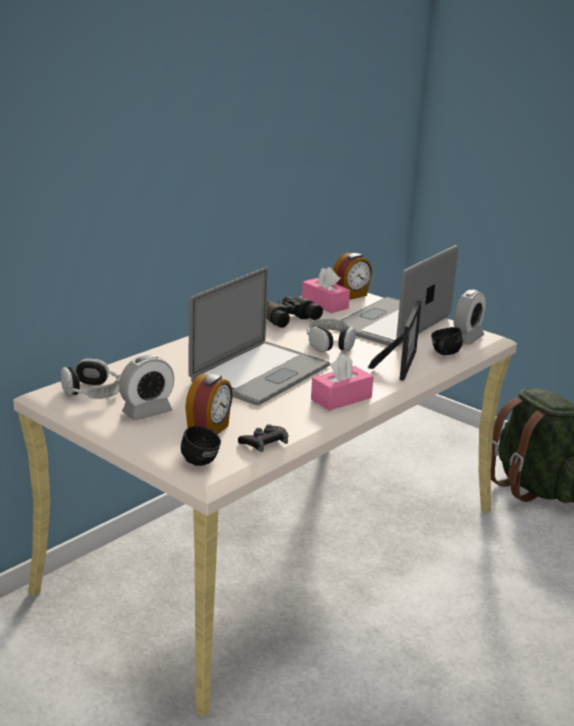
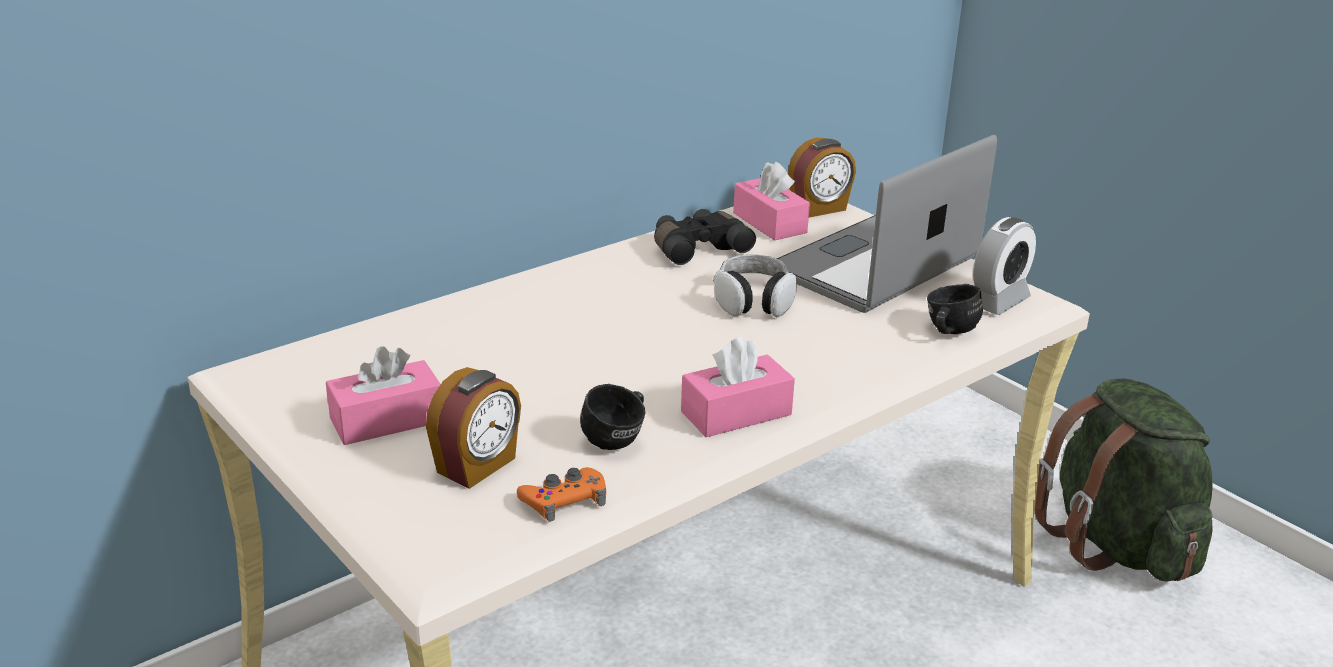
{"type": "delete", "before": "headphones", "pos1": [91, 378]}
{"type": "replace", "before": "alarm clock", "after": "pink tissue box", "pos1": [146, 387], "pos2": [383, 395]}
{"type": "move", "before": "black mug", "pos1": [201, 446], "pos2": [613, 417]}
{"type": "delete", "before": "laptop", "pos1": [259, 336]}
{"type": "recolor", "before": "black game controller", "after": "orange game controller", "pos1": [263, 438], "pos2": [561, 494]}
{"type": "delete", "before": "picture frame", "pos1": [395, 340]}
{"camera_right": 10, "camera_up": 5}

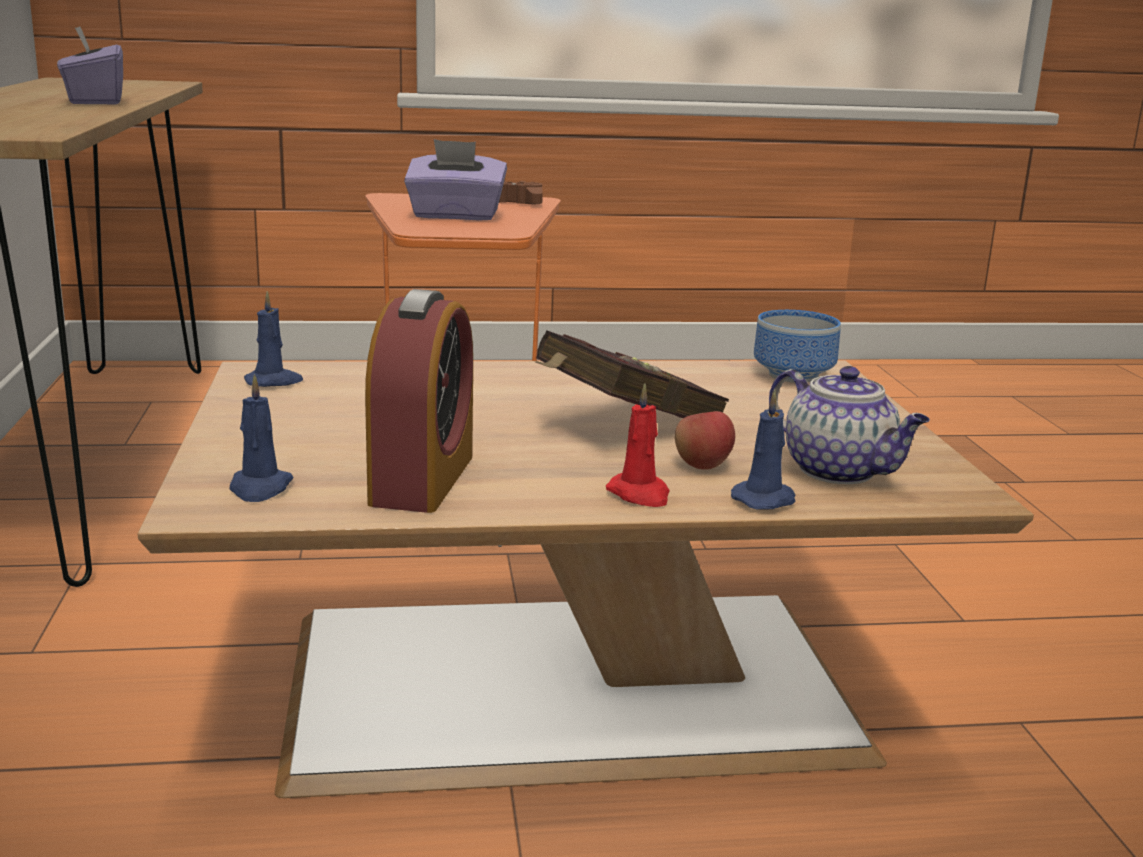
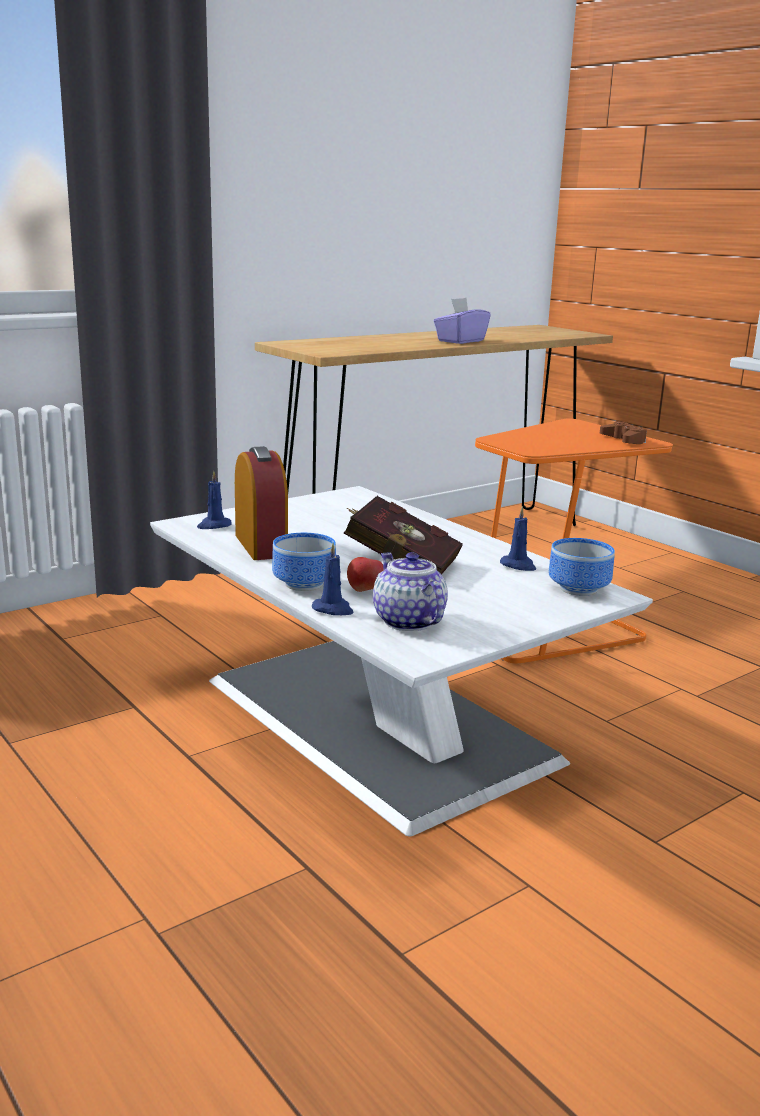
{"type": "recolor", "before": "brown coffee table", "after": "white coffee table", "pos1": [586, 579], "pos2": [401, 661]}
{"type": "move", "before": "blue candle", "pos1": [273, 339], "pos2": [518, 538]}
{"type": "rotate", "before": "alarm clock", "pos1": [419, 401], "pos2": [261, 503], "turn": -90}
{"type": "delete", "before": "purple tissue box", "pos1": [455, 180]}
{"type": "replace", "before": "red candle", "after": "bowl", "pos1": [638, 445], "pos2": [304, 562]}
{"type": "rotate", "before": "teapot", "pos1": [849, 425], "pos2": [410, 591], "turn": 135}
{"camera_right": 60, "camera_up": 0}

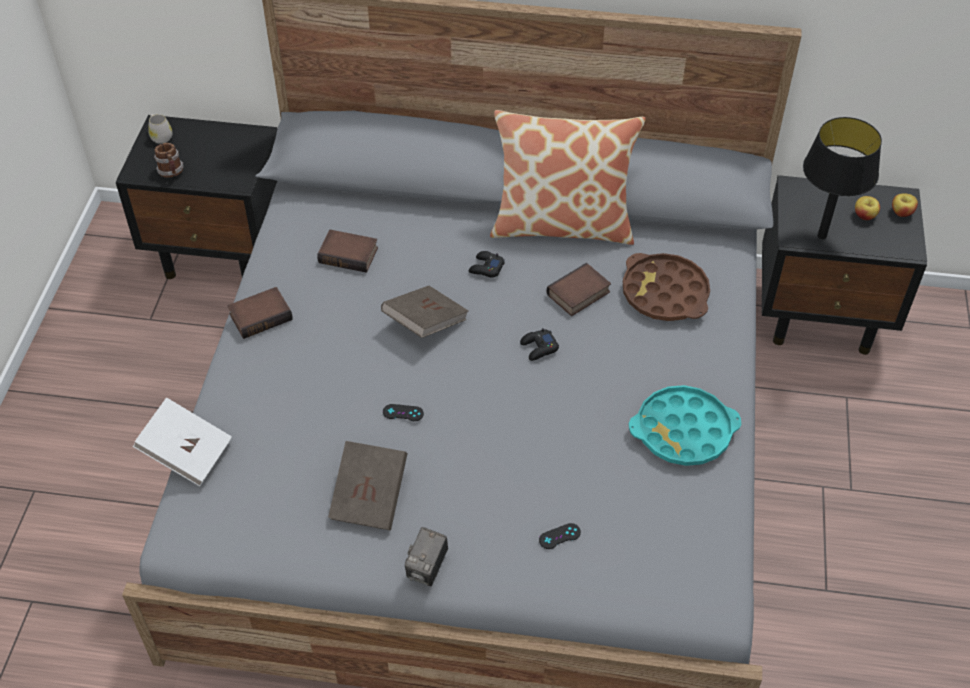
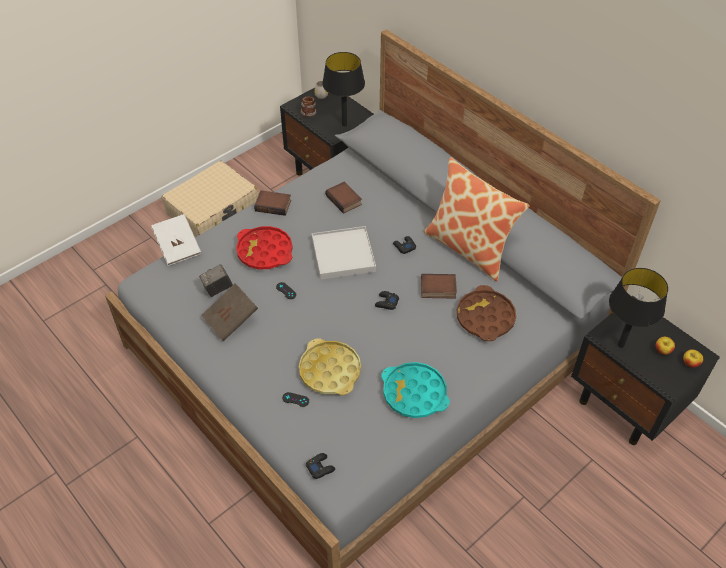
{"type": "replace", "before": "brown book", "after": "white tray", "pos1": [425, 312], "pos2": [344, 253]}
{"type": "move", "before": "photo camera", "pos1": [426, 556], "pos2": [216, 280]}
{"type": "insert", "after": "beige suitcase", "pos2": [210, 199]}
{"type": "insert", "after": "red tray", "pos2": [264, 248]}
{"type": "insert", "after": "yellow tray", "pos2": [330, 367]}
{"type": "insert", "after": "black game controller", "pos2": [320, 466]}
{"type": "insert", "after": "black table lamp", "pos2": [343, 89]}
{"camera_right": 40, "camera_up": 0}

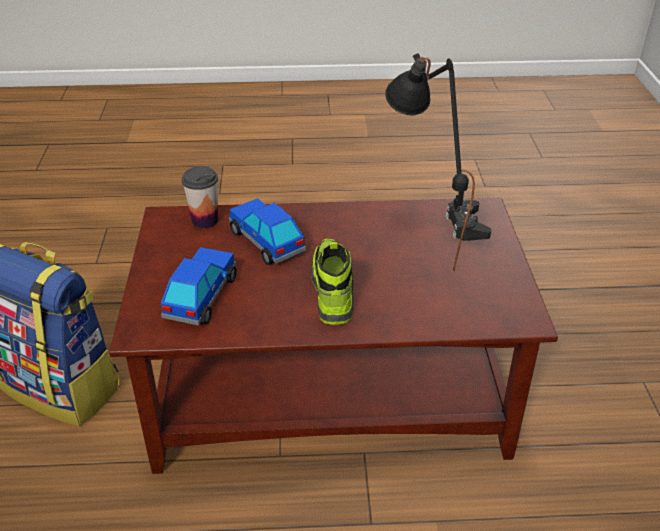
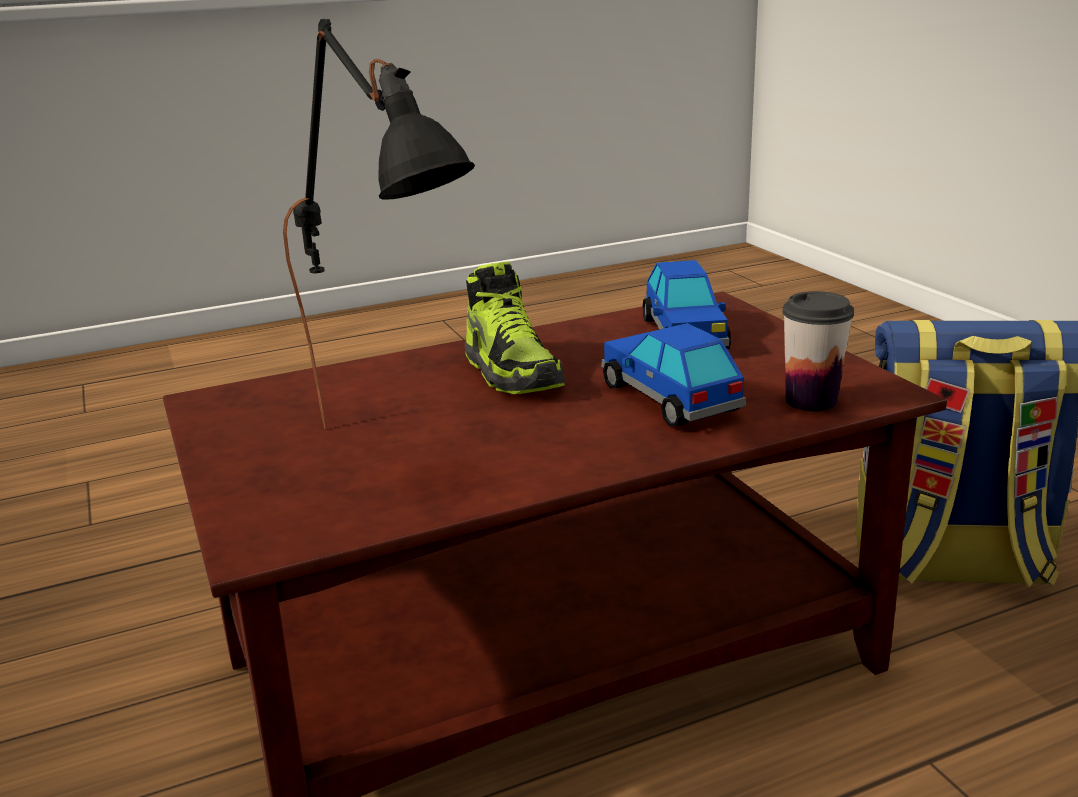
{"type": "rotate", "before": "toy car", "pos1": [267, 231], "pos2": [673, 375], "turn": -150}
{"type": "delete", "before": "black game controller", "pos1": [468, 220]}
{"camera_right": 160, "camera_up": -15}

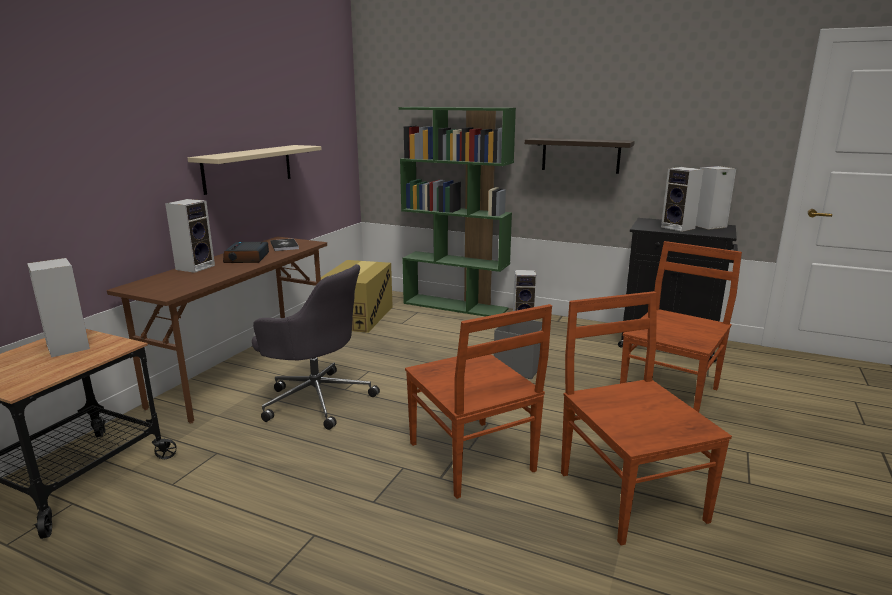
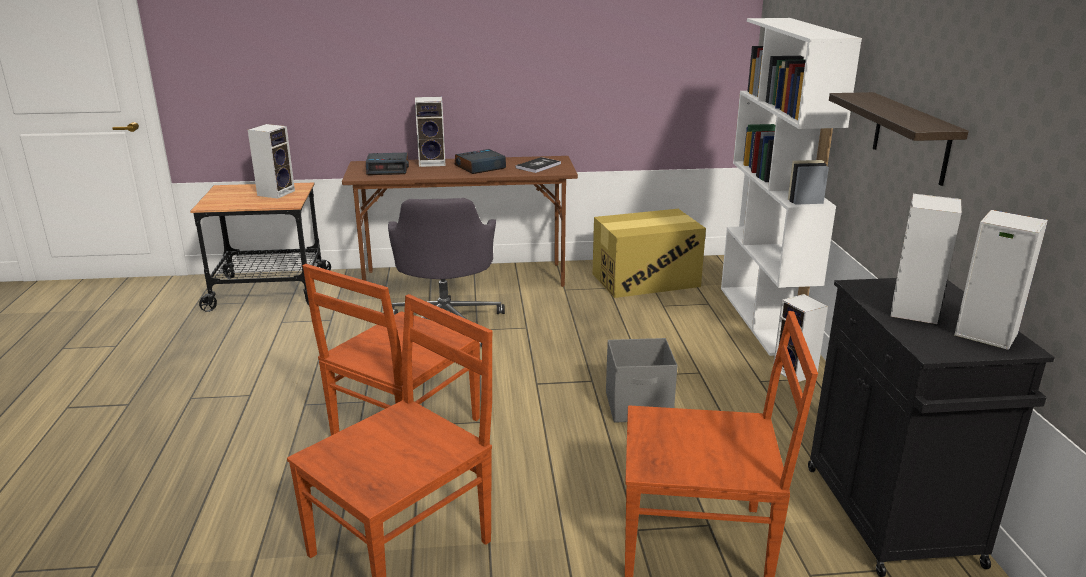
{"type": "delete", "before": "beige shelf", "pos1": [255, 170]}
{"type": "recolor", "before": "green bookcase", "after": "white bookcase", "pos1": [457, 212], "pos2": [791, 187]}
{"type": "insert", "after": "alarm clock", "pos2": [387, 164]}
{"camera_right": 60, "camera_up": 5}

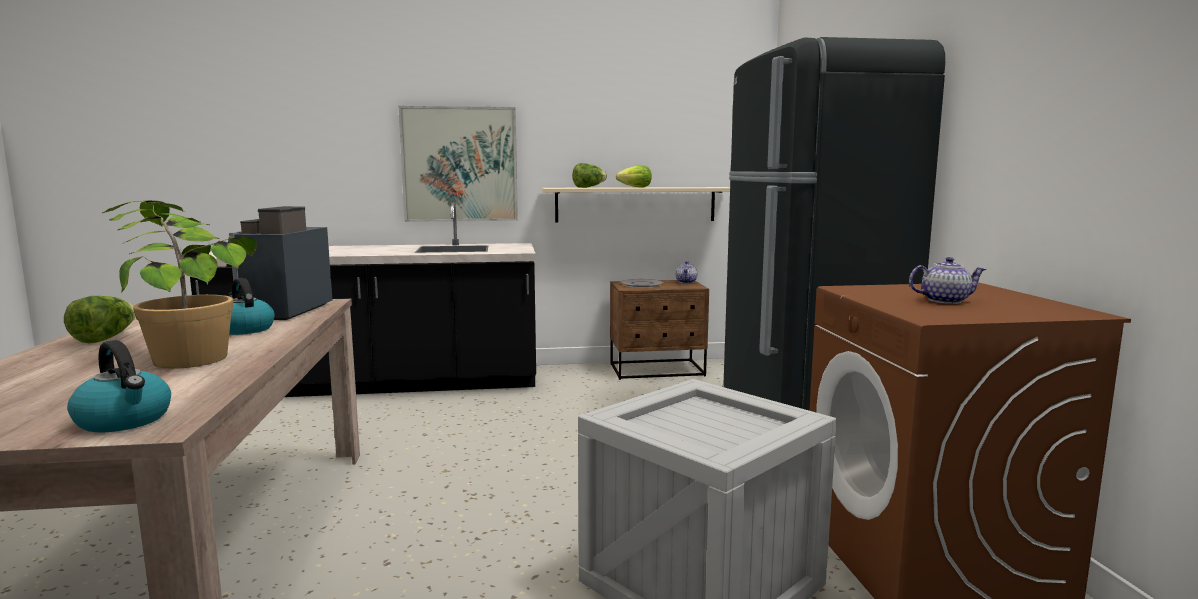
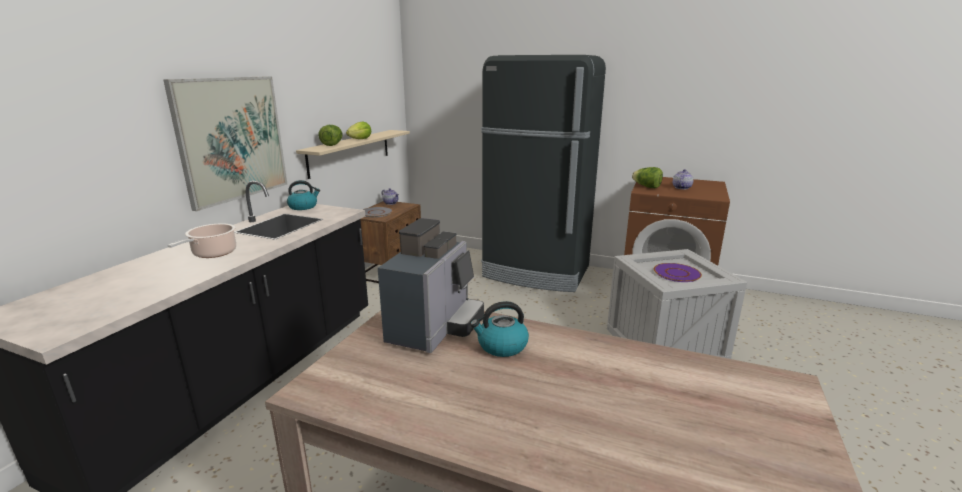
{"type": "move", "before": "lettuce", "pos1": [100, 319], "pos2": [647, 177]}
{"type": "move", "before": "kettle", "pos1": [119, 386], "pos2": [303, 195]}
{"type": "delete", "before": "potted plant", "pos1": [179, 285]}
{"type": "rotate", "before": "coffee machine", "pos1": [279, 263], "pos2": [431, 285], "turn": -105}
{"type": "insert", "after": "cooking pot", "pos2": [201, 240]}
{"type": "insert", "after": "purple plate", "pos2": [678, 272]}
{"camera_right": -60, "camera_up": 10}

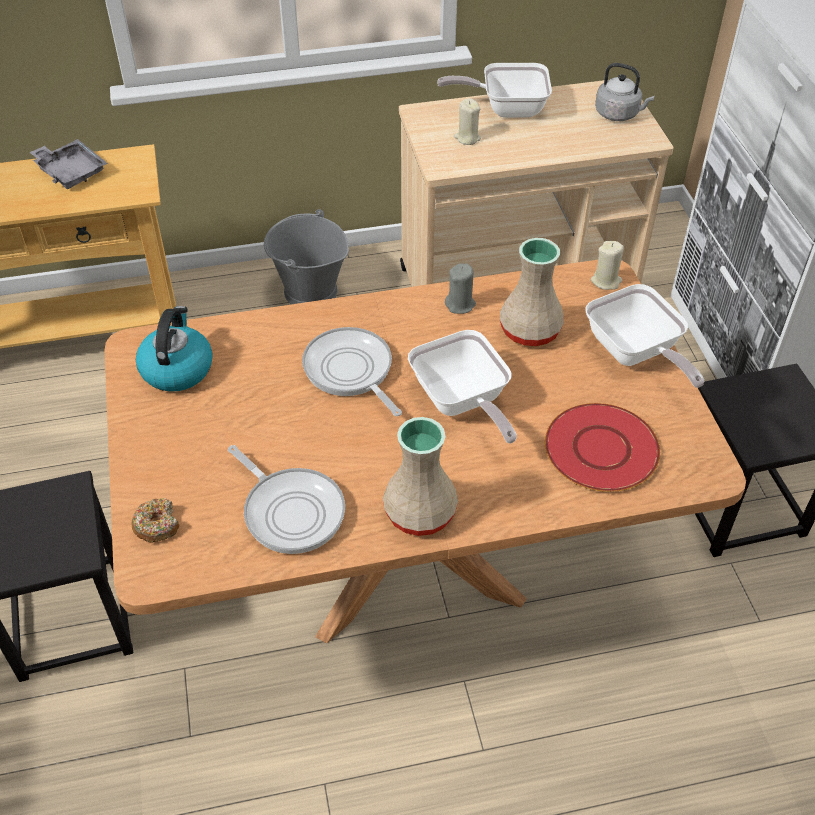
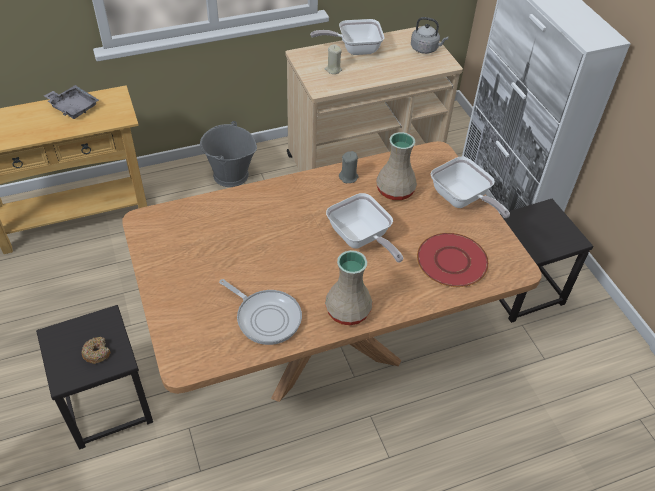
{"type": "move", "before": "donut", "pos1": [155, 520], "pos2": [95, 350]}
{"type": "delete", "before": "kettle", "pos1": [174, 349]}
{"type": "delete", "before": "frying pan", "pos1": [352, 371]}
{"type": "delete", "before": "beige candle", "pos1": [607, 265]}
{"camera_right": -10, "camera_up": 0}

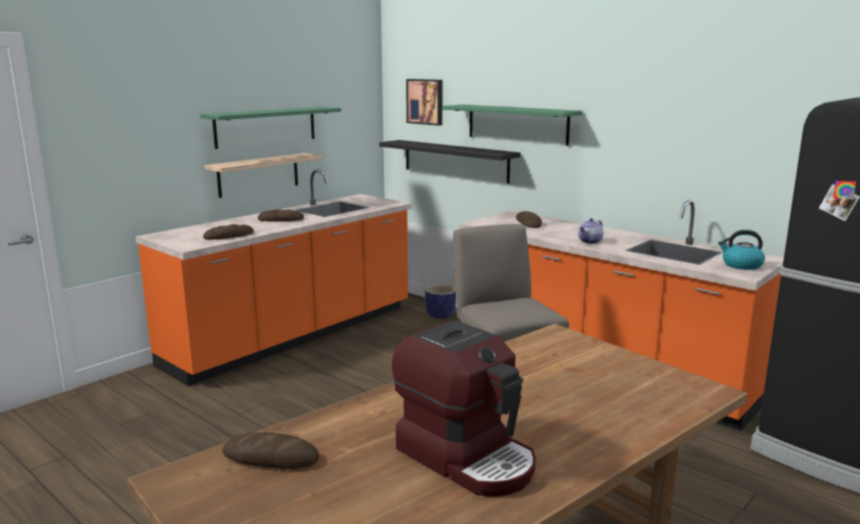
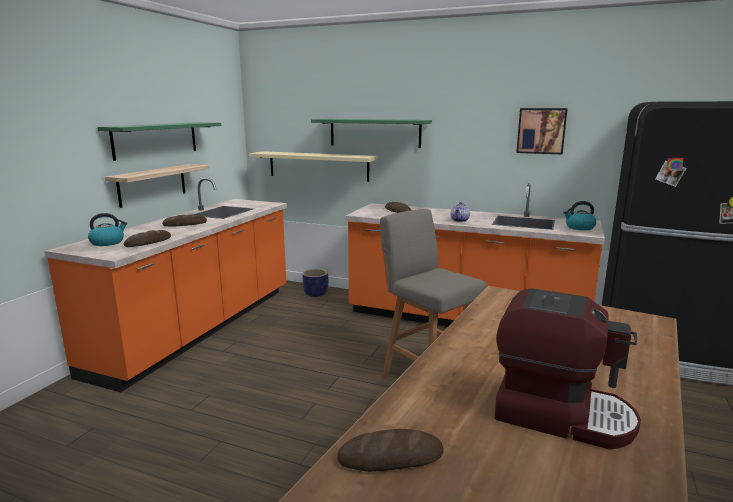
{"type": "recolor", "before": "black shelf", "after": "beige shelf", "pos1": [449, 162], "pos2": [313, 166]}
{"type": "move", "before": "picture", "pos1": [424, 102], "pos2": [542, 131]}
{"type": "insert", "after": "kettle", "pos2": [107, 229]}
{"camera_right": -20, "camera_up": 0}

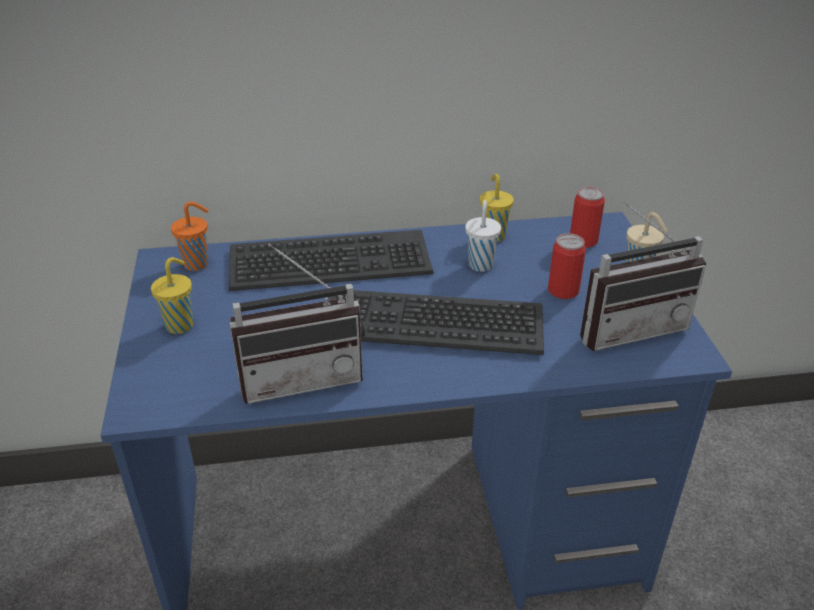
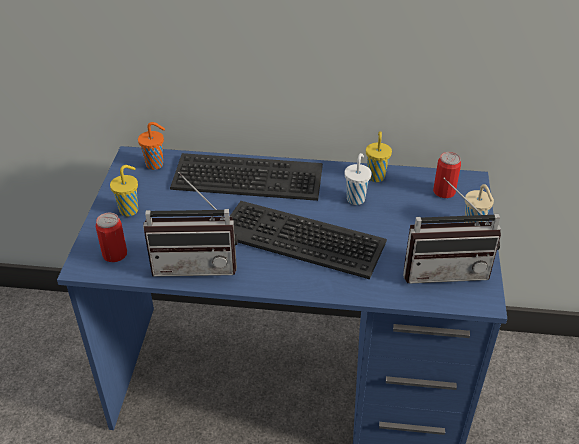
{"type": "move", "before": "can", "pos1": [567, 266], "pos2": [111, 237]}
{"camera_right": 15, "camera_up": 5}

